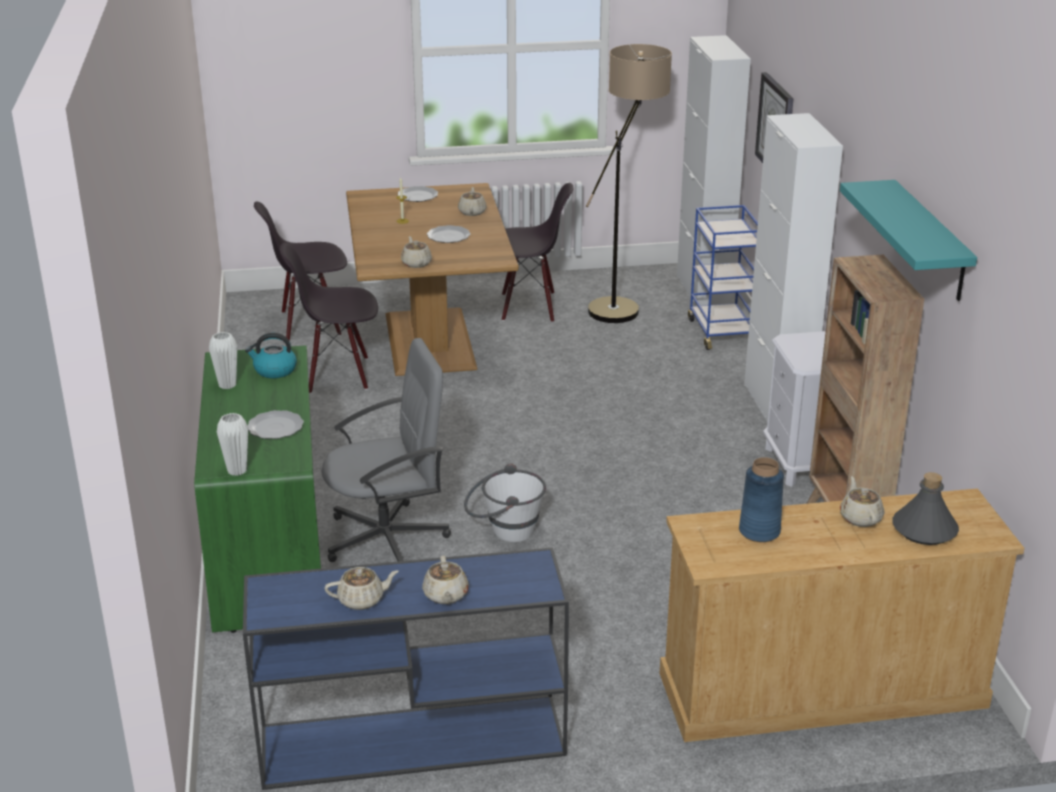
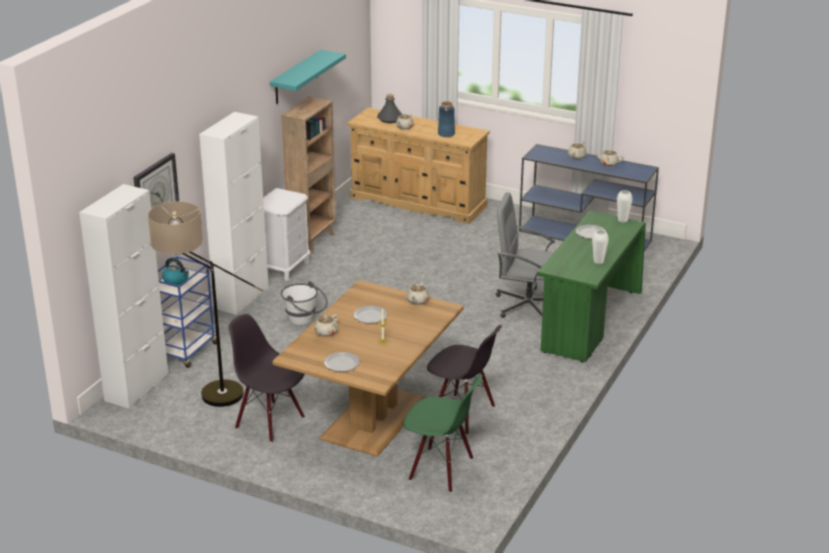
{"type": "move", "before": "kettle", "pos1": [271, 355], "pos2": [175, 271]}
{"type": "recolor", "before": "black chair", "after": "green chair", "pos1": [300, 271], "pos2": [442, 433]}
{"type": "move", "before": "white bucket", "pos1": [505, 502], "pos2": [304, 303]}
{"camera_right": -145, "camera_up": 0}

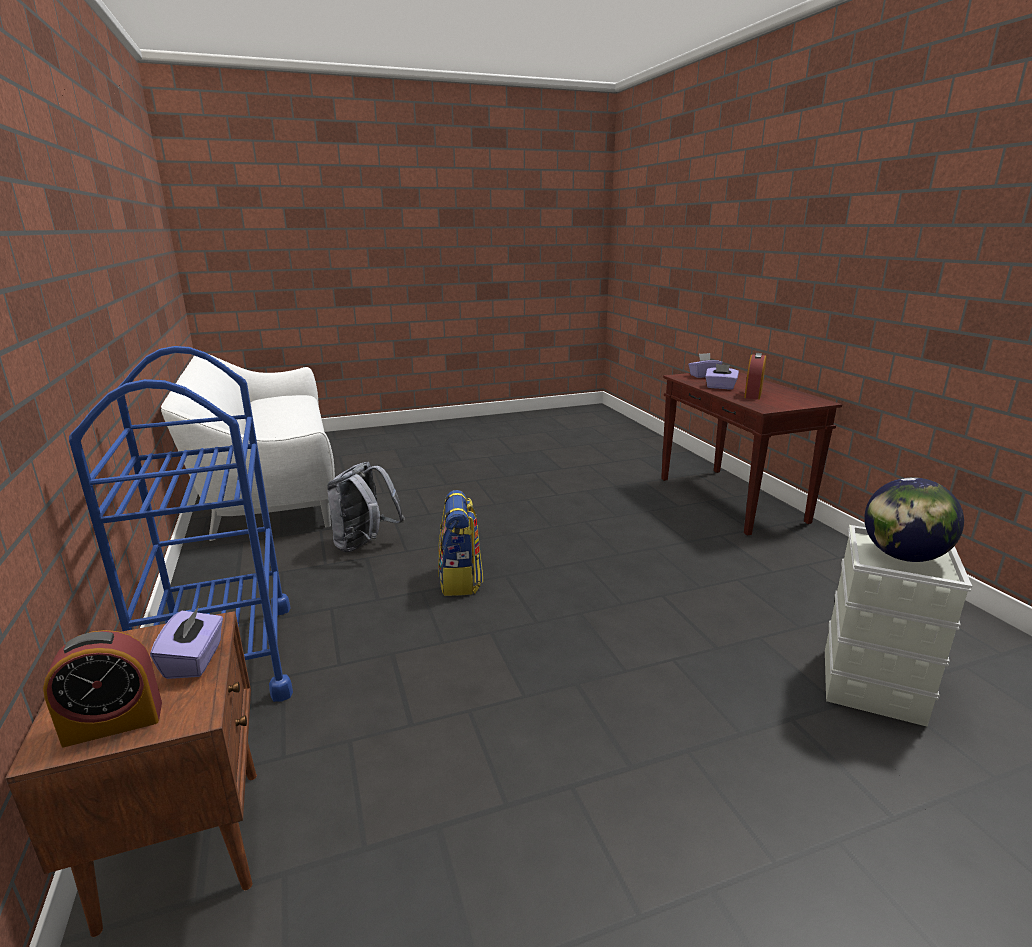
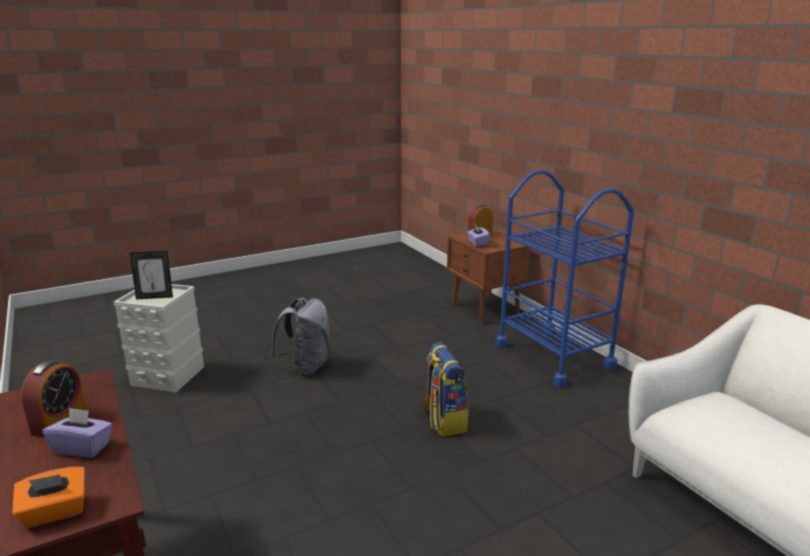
{"type": "move", "before": "grey backpack", "pos1": [366, 507], "pos2": [301, 337]}
{"type": "recolor", "before": "purple tissue box", "after": "orange tissue box", "pos1": [705, 365], "pos2": [48, 497]}
{"type": "replace", "before": "globe", "after": "picture frame", "pos1": [914, 519], "pos2": [151, 275]}
{"camera_right": 170, "camera_up": 0}

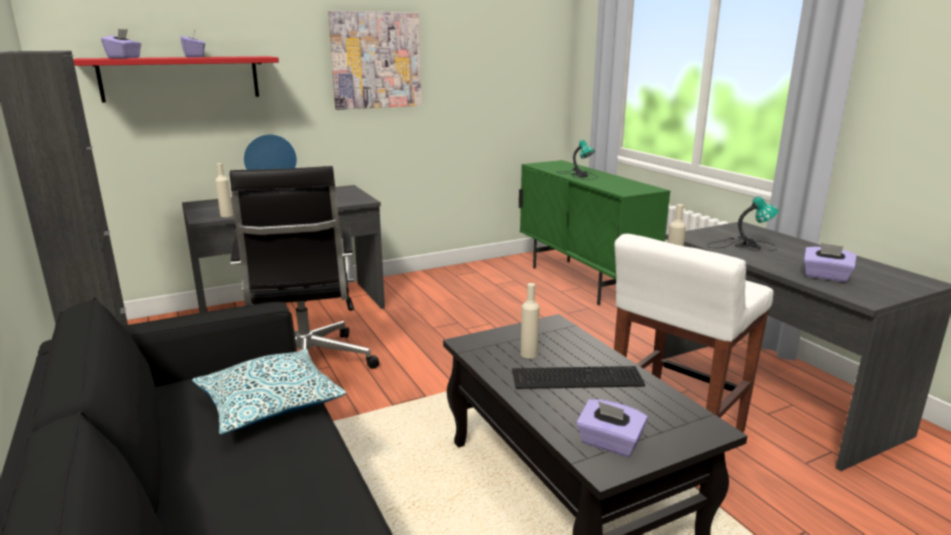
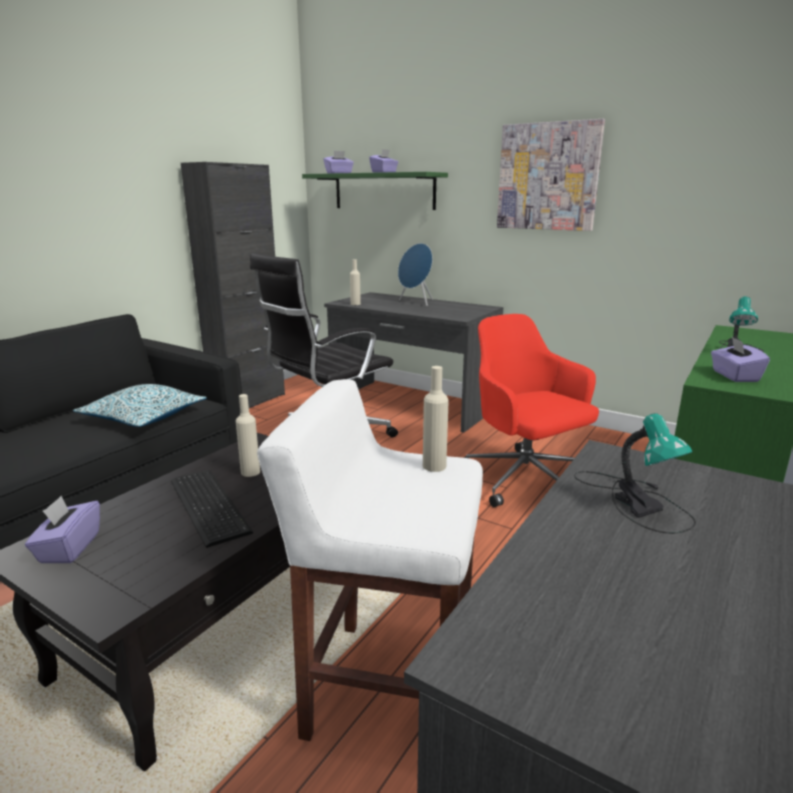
{"type": "recolor", "before": "red shelf", "after": "green shelf", "pos1": [176, 79], "pos2": [375, 191]}
{"type": "move", "before": "purple tissue box", "pos1": [830, 262], "pos2": [740, 359]}
{"type": "insert", "after": "red office chair", "pos2": [531, 410]}
{"camera_right": 60, "camera_up": 0}

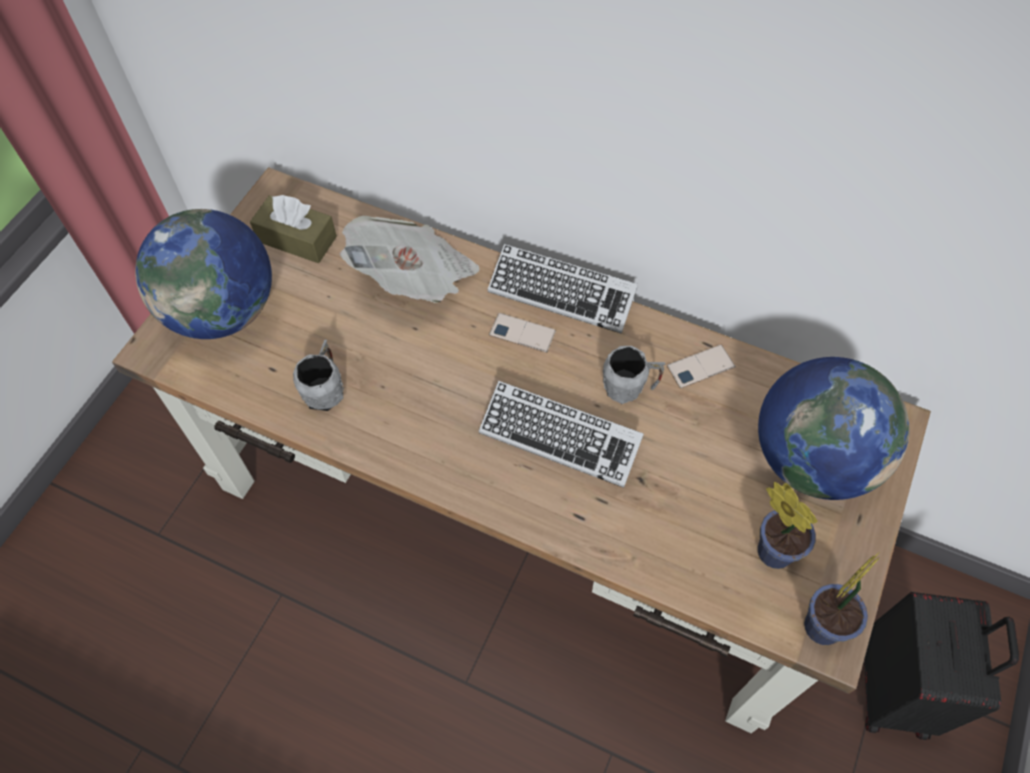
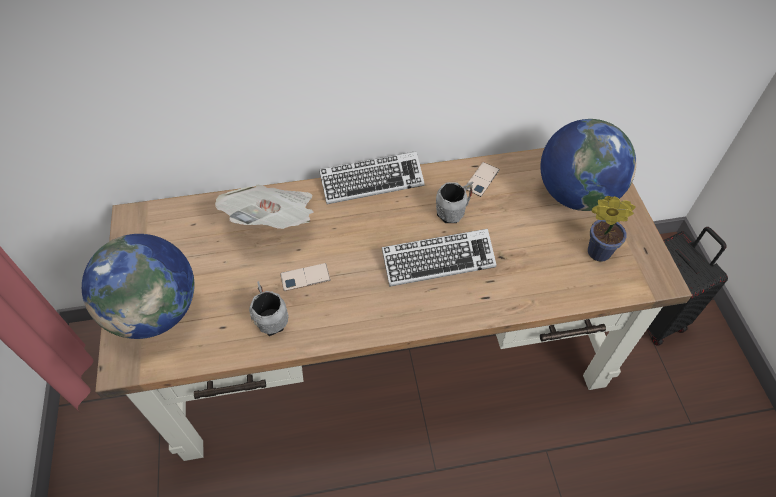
{"type": "delete", "before": "brown tissue box", "pos1": [293, 229]}
{"type": "move", "before": "phone", "pos1": [522, 333], "pos2": [305, 277]}
{"type": "delete", "before": "potted plant", "pos1": [841, 599]}
{"camera_right": -35, "camera_up": -5}

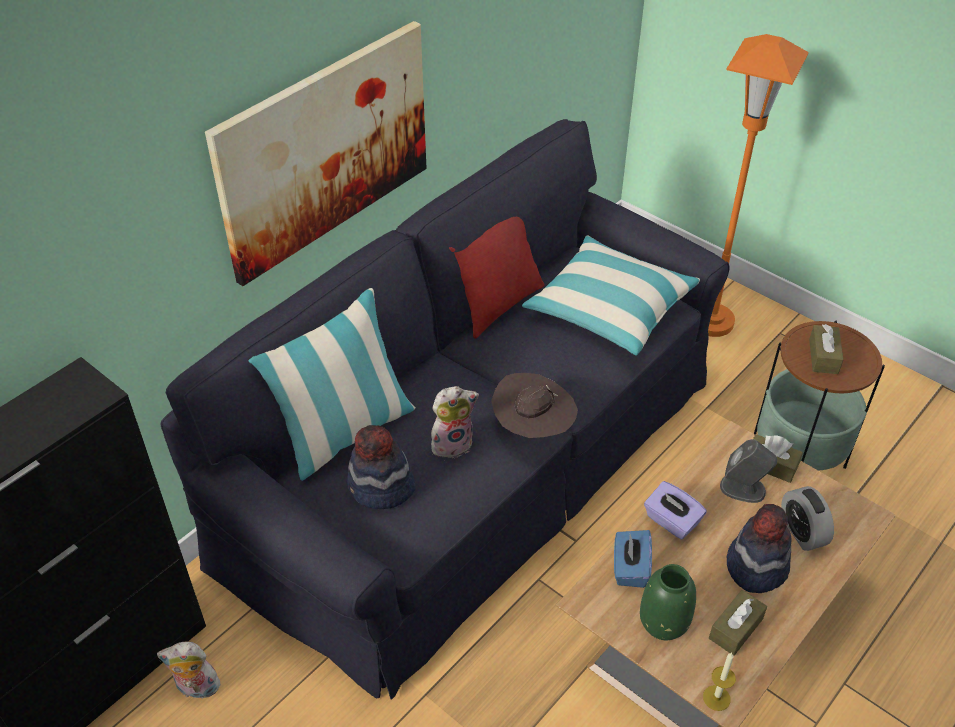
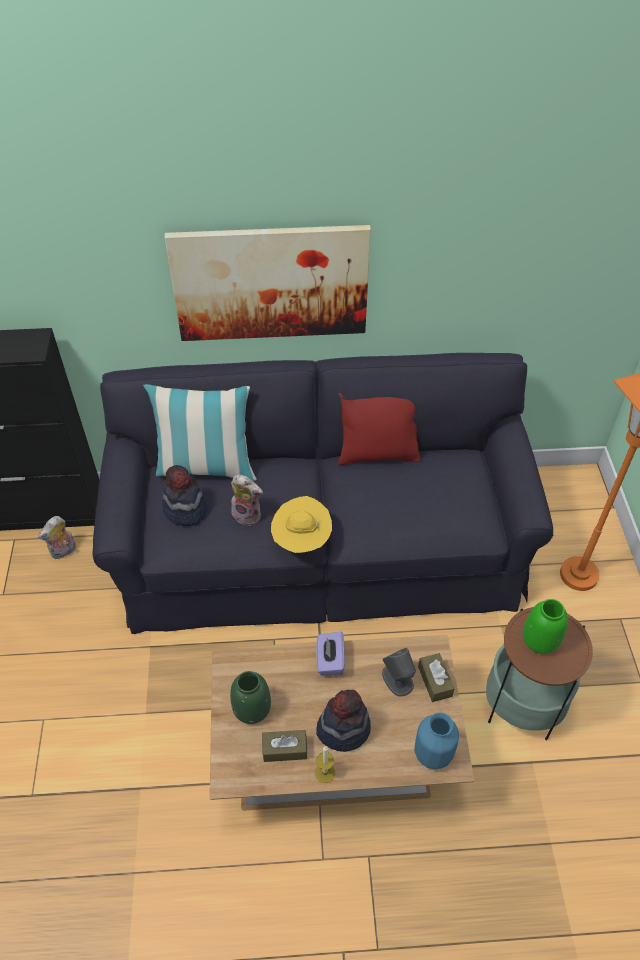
{"type": "rotate", "before": "plush toy", "pos1": [188, 670], "pos2": [57, 537], "turn": -90}
{"type": "recolor", "before": "brown hat", "after": "yellow hat", "pos1": [534, 405], "pos2": [301, 524]}
{"type": "delete", "before": "pillow", "pos1": [611, 295]}
{"type": "delete", "before": "blue tissue box", "pos1": [633, 559]}
{"type": "move", "before": "candle", "pos1": [719, 682], "pos2": [325, 764]}
{"type": "delete", "before": "alarm clock", "pos1": [807, 518]}
{"type": "replace", "before": "brown tissue box", "after": "green vase", "pos1": [826, 349], "pos2": [545, 626]}
{"type": "insert", "after": "blue vase", "pos2": [436, 740]}
{"camera_right": 45, "camera_up": 5}

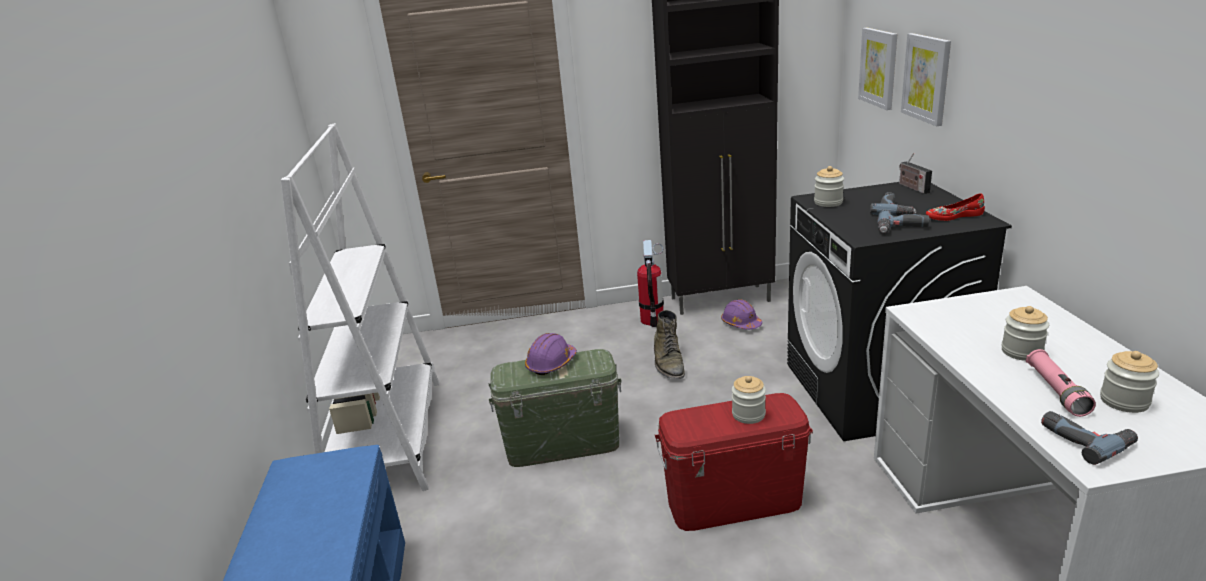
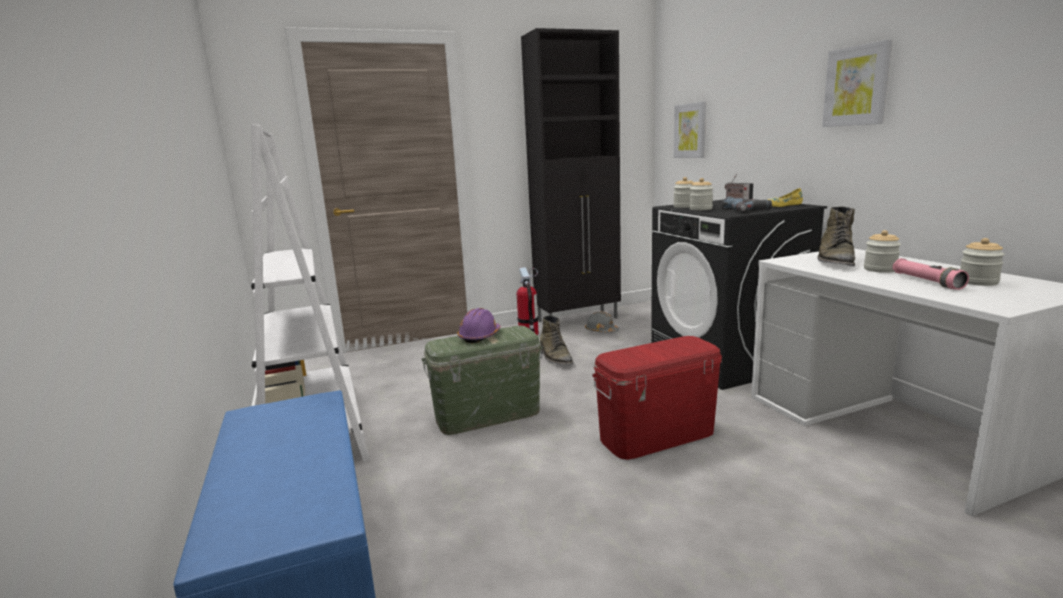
{"type": "recolor", "before": "purple hard hat", "after": "grey hard hat", "pos1": [741, 314], "pos2": [602, 322]}
{"type": "move", "before": "jar", "pos1": [749, 400], "pos2": [701, 194]}
{"type": "move", "before": "picture", "pos1": [926, 79], "pos2": [857, 83]}
{"type": "recolor", "before": "red shoe", "after": "yellow shoe", "pos1": [955, 207], "pos2": [785, 197]}
{"type": "delete", "before": "power drill", "pos1": [1089, 438]}
{"type": "insert", "after": "green boot", "pos2": [836, 236]}
{"camera_right": -15, "camera_up": -10}

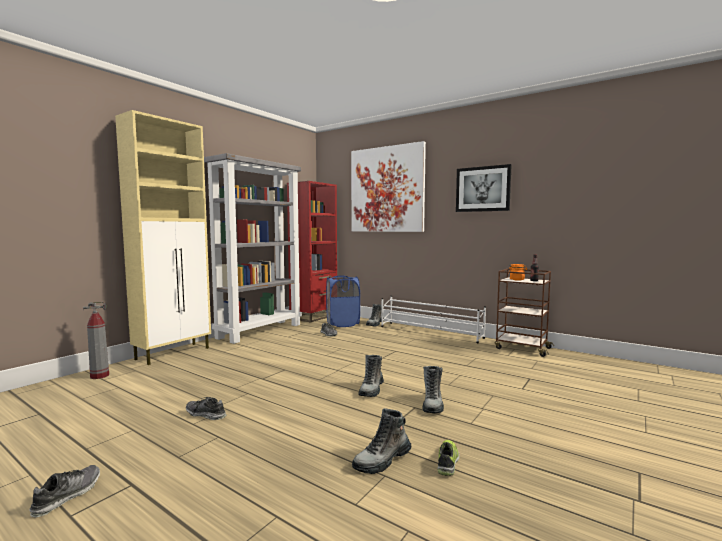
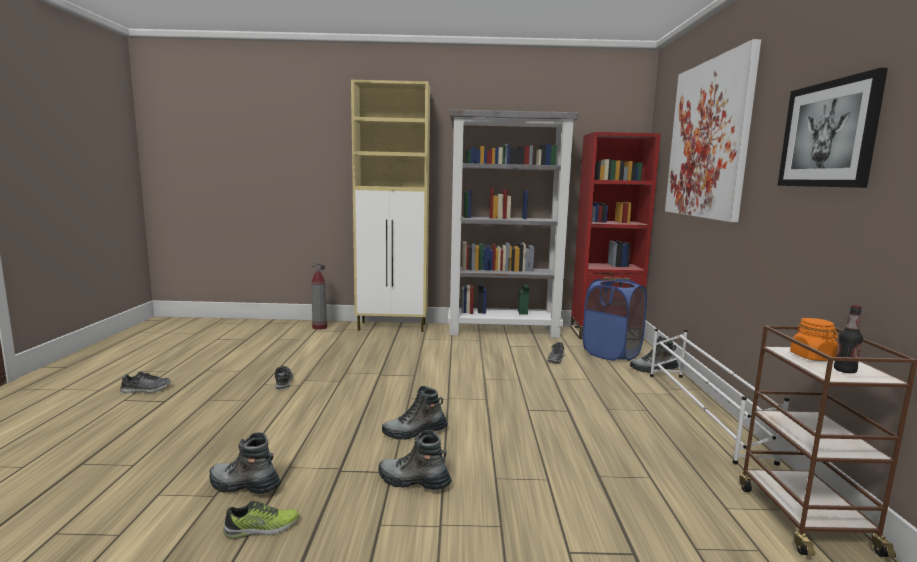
{"type": "rotate", "before": "boot", "pos1": [433, 389], "pos2": [414, 460], "turn": 45}
{"camera_right": 55, "camera_up": 5}

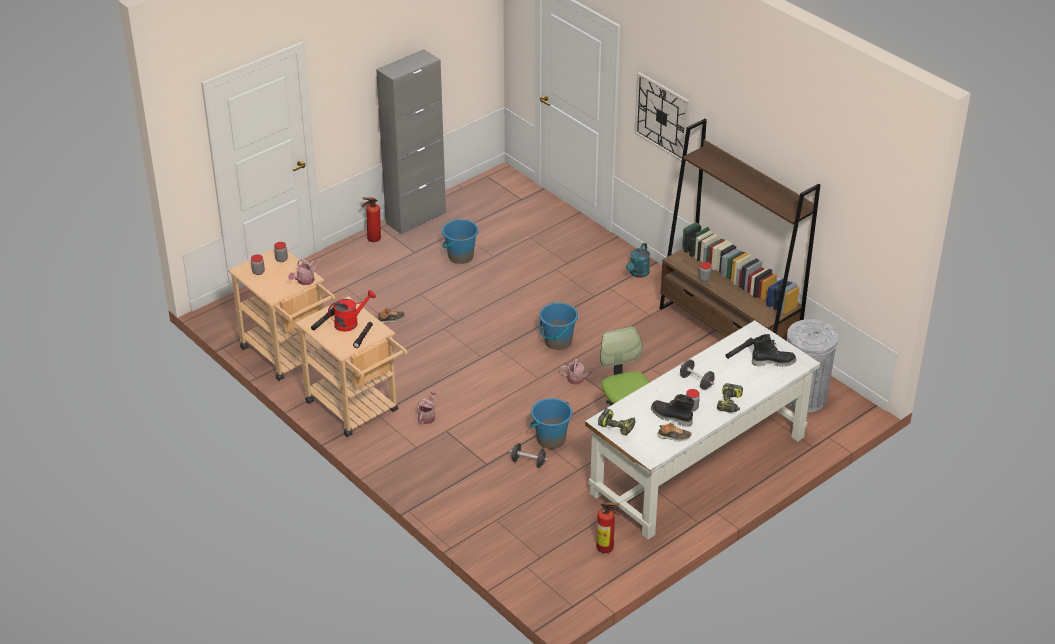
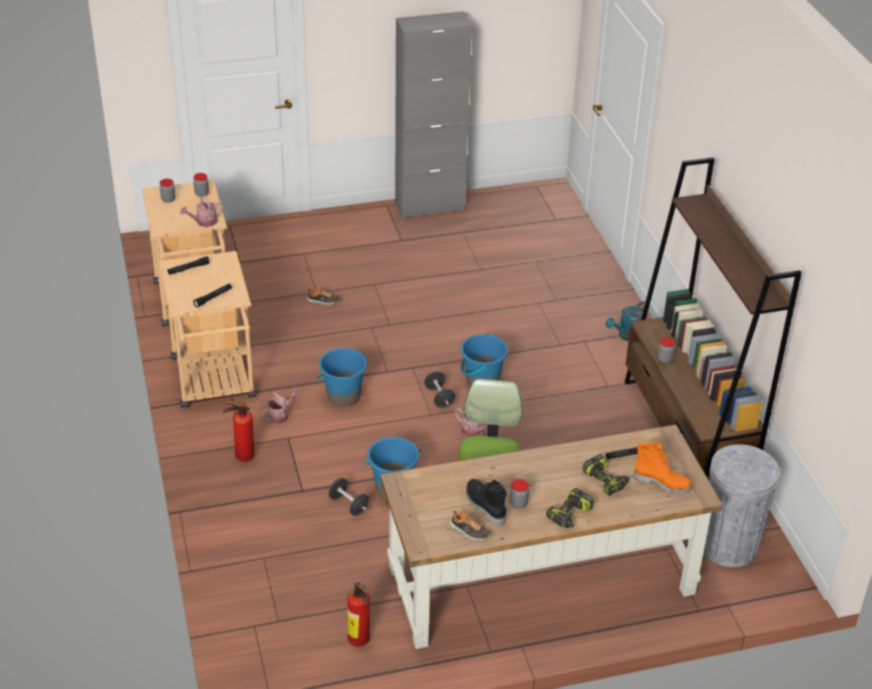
{"type": "delete", "before": "red watering can", "pos1": [352, 311]}
{"type": "move", "before": "fire extinguisher", "pos1": [371, 219], "pos2": [238, 430]}
{"type": "move", "before": "blue bucket", "pos1": [460, 241], "pos2": [342, 377]}
{"type": "recolor", "before": "white desk", "after": "brown desk", "pos1": [702, 430], "pos2": [551, 536]}
{"type": "move", "before": "power drill", "pos1": [616, 422], "pos2": [606, 475]}
{"type": "delete", "before": "wall clock", "pos1": [662, 117]}
{"type": "move", "before": "black dumbbell", "pos1": [697, 374], "pos2": [440, 389]}
{"type": "recolor", "before": "black boot", "after": "orange boot", "pos1": [774, 350], "pos2": [663, 468]}
{"camera_right": 25, "camera_up": 0}

